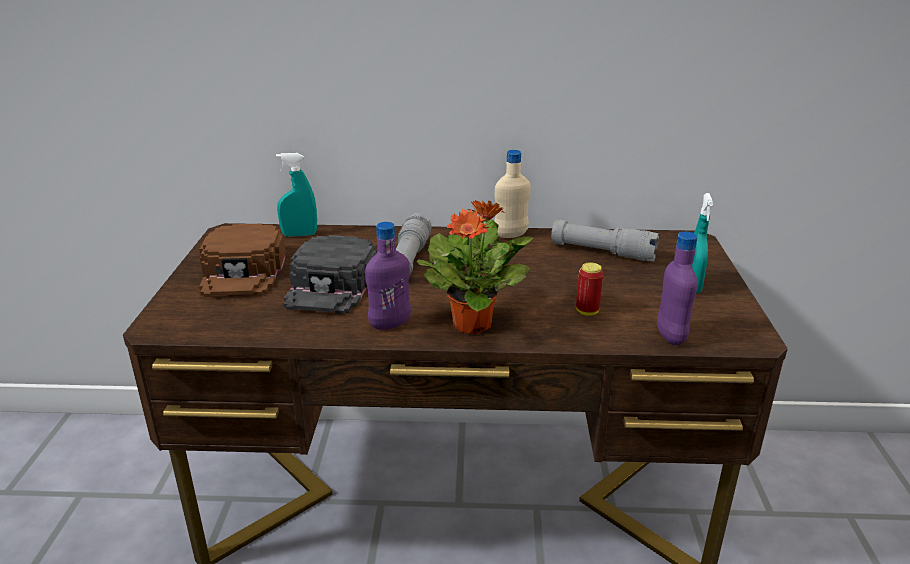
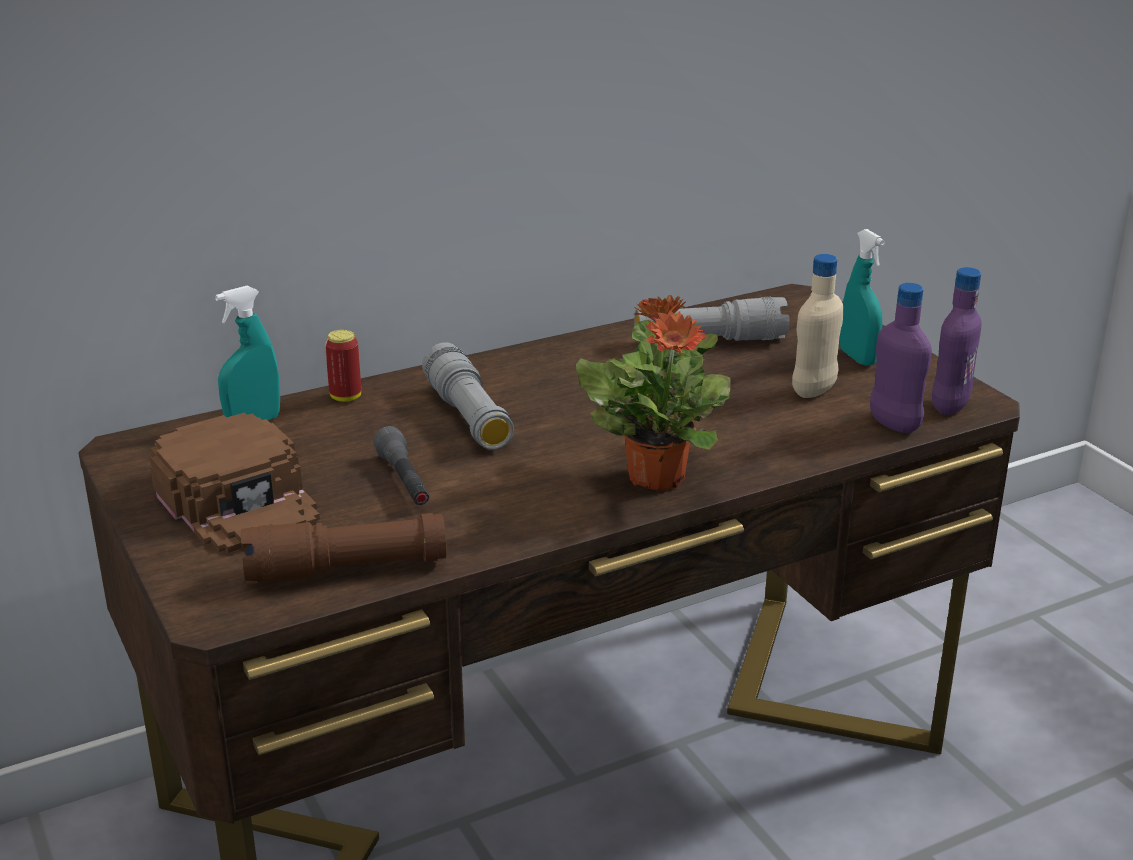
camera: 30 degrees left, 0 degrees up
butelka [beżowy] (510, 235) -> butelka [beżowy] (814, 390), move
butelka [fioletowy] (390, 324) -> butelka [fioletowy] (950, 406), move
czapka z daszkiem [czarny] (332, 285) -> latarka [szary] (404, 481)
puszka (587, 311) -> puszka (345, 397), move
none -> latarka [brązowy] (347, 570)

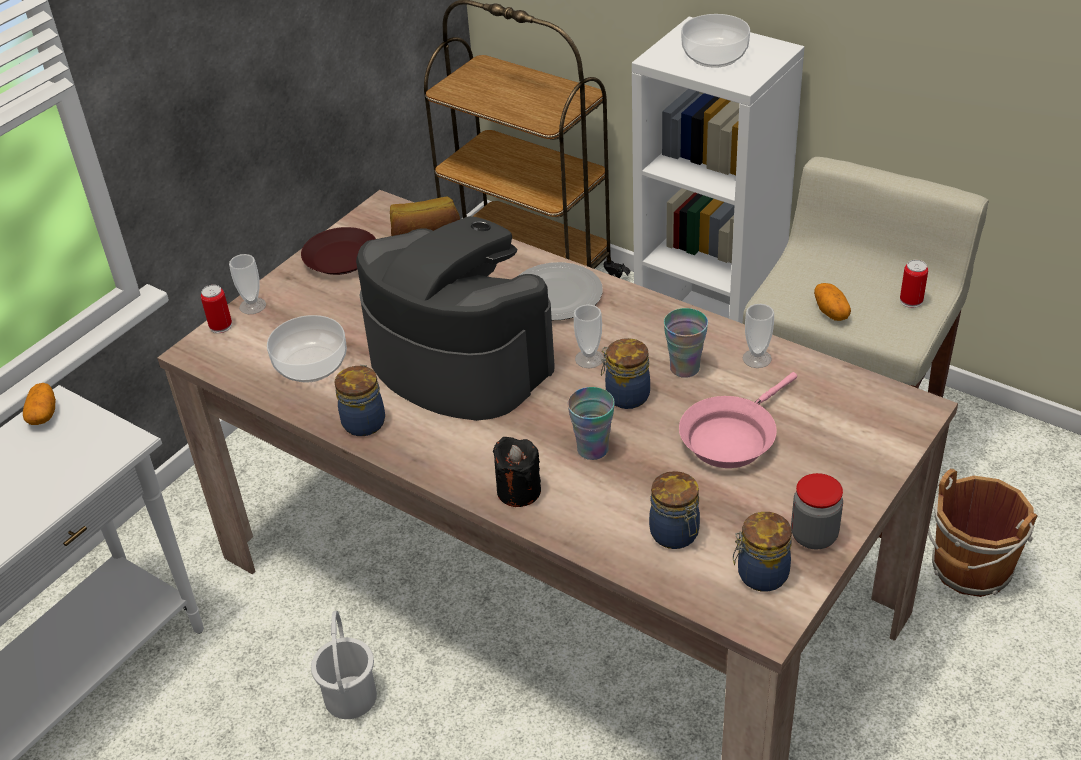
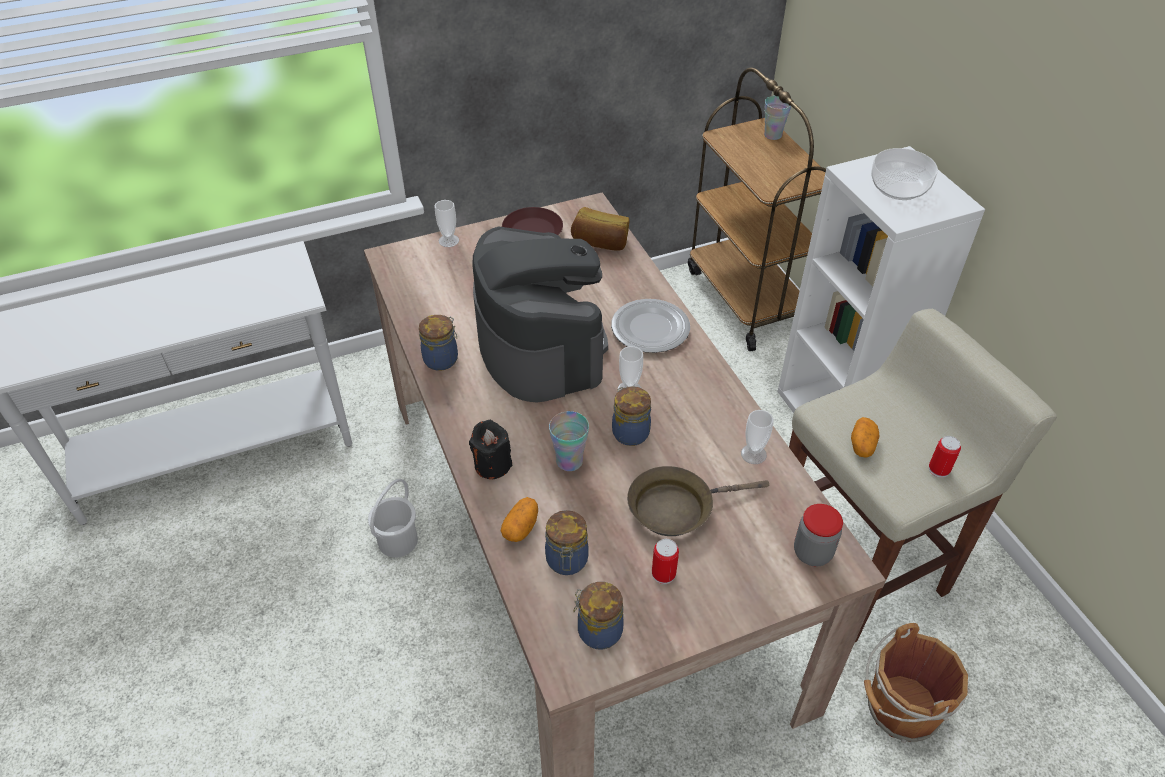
camera: 30 degrees right, 5 degrees up
puszka (221, 326) -> puszka (663, 574), move
filiżanka (684, 368) -> filiżanka (772, 135), move
miska (312, 364) -> none
patelnia [różowy] (731, 437) -> patelnia [brązowy] (677, 507)
ziemniak (43, 414) -> ziemniak (521, 527), move
słoik (814, 536) -> słoik (812, 553), move

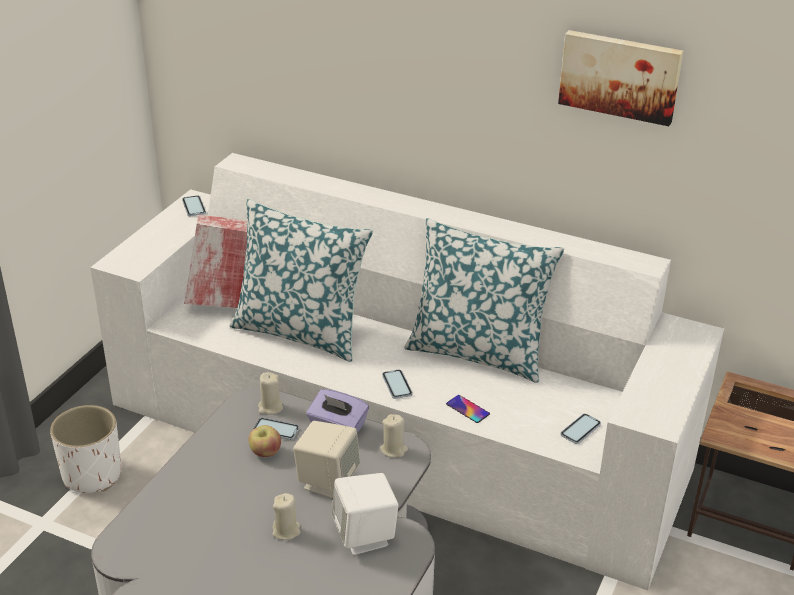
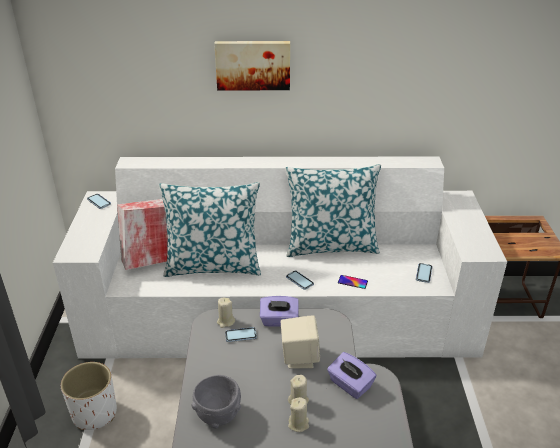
camera: 25 degrees left, 0 degrees up
obraz (620, 76) -> obraz (253, 64), move
świeca [beżowy] (393, 449) -> świeca [beżowy] (298, 424), move
jabłko (265, 453) -> none
głośnik [biały] (365, 536) -> pudełko chusteczek [fioletowy] (350, 385)
none -> miska [szary] (218, 415)

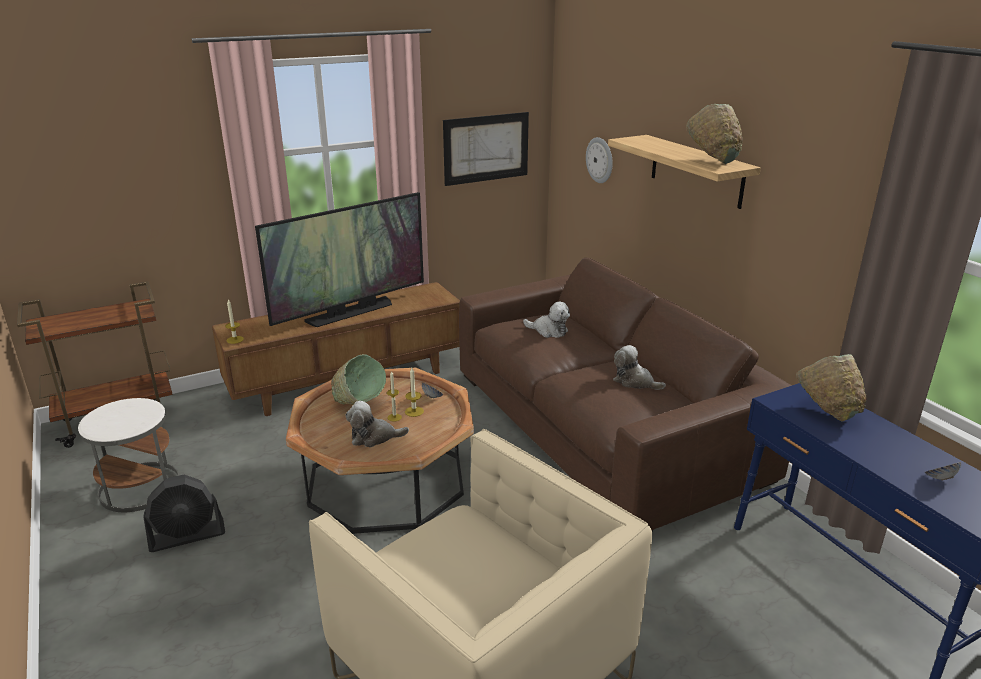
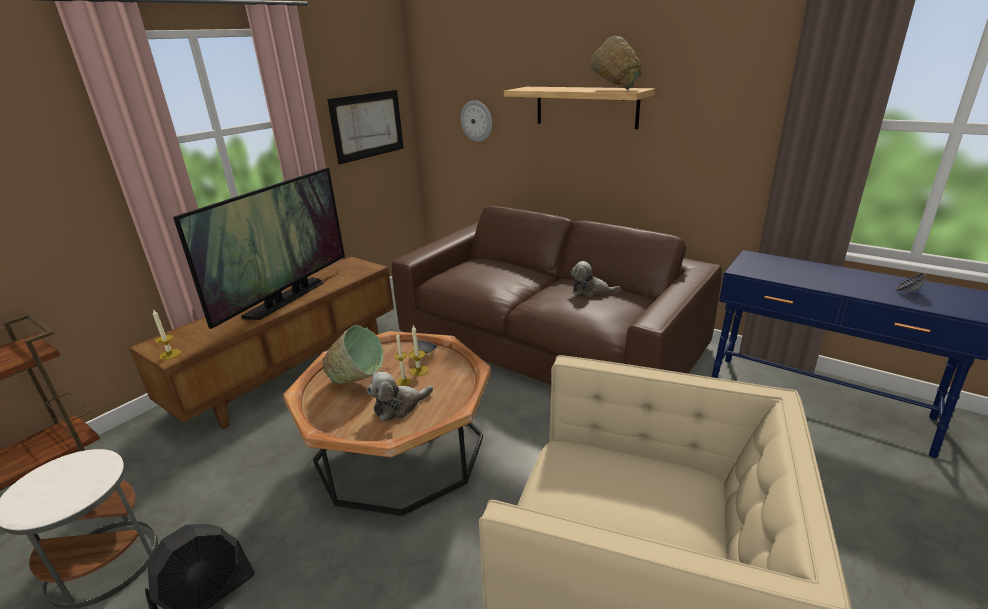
camera: 25 degrees left, 0 degrees up
pluszak (548, 331) -> none
miska [zielony] (826, 412) -> none

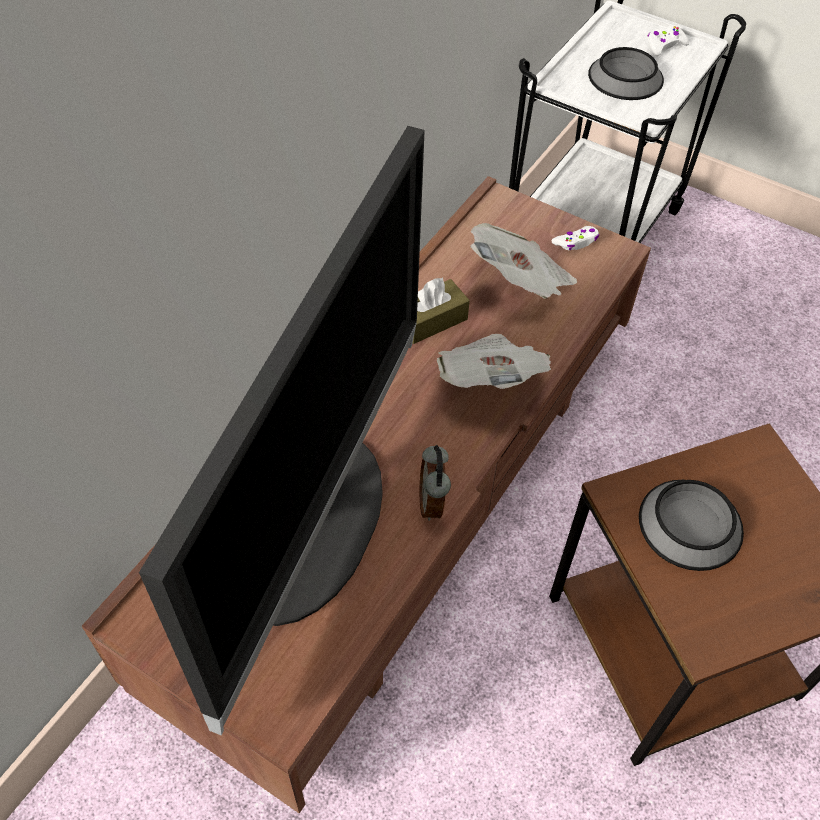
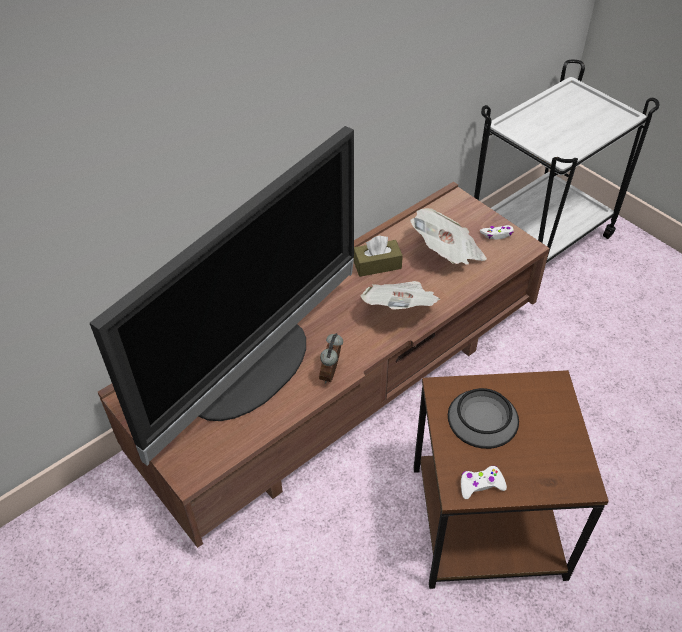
camera: 20 degrees right, 5 degrees down
pad do gier [biały] (665, 45) -> pad do gier [biały] (480, 485), move
miska (625, 77) -> none

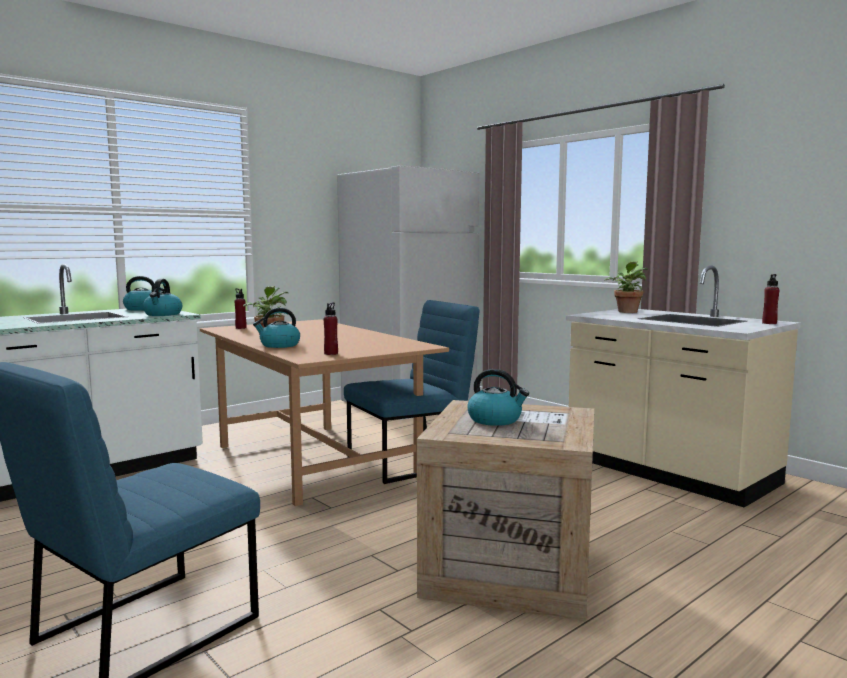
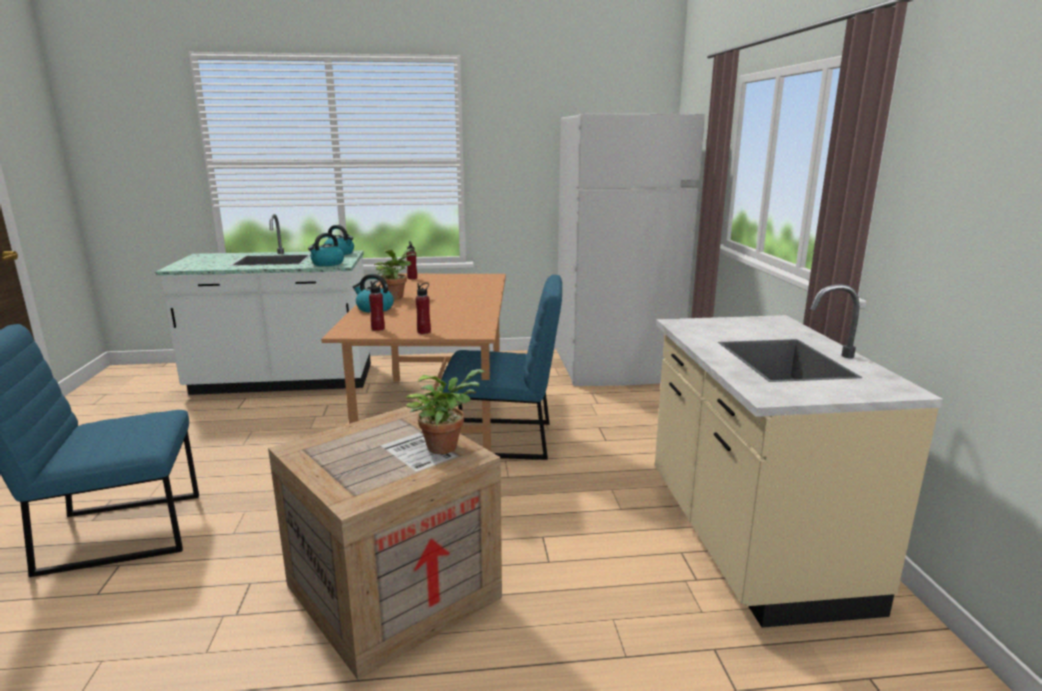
camera: 35 degrees right, 10 degrees up
roślina doniczkowa (627, 311) -> roślina doniczkowa (445, 446), move
butelka [czerwony] (769, 323) -> butelka [czerwony] (424, 332), move
czajnik (495, 420) -> none

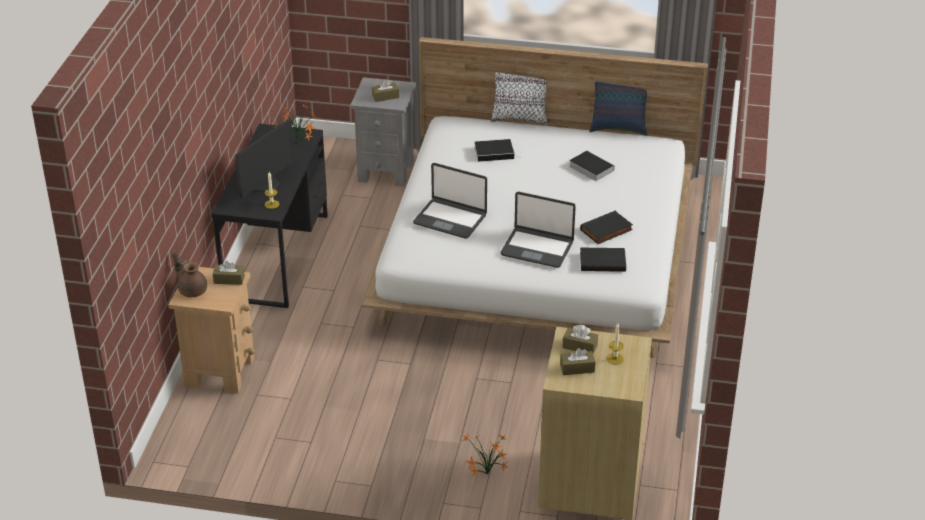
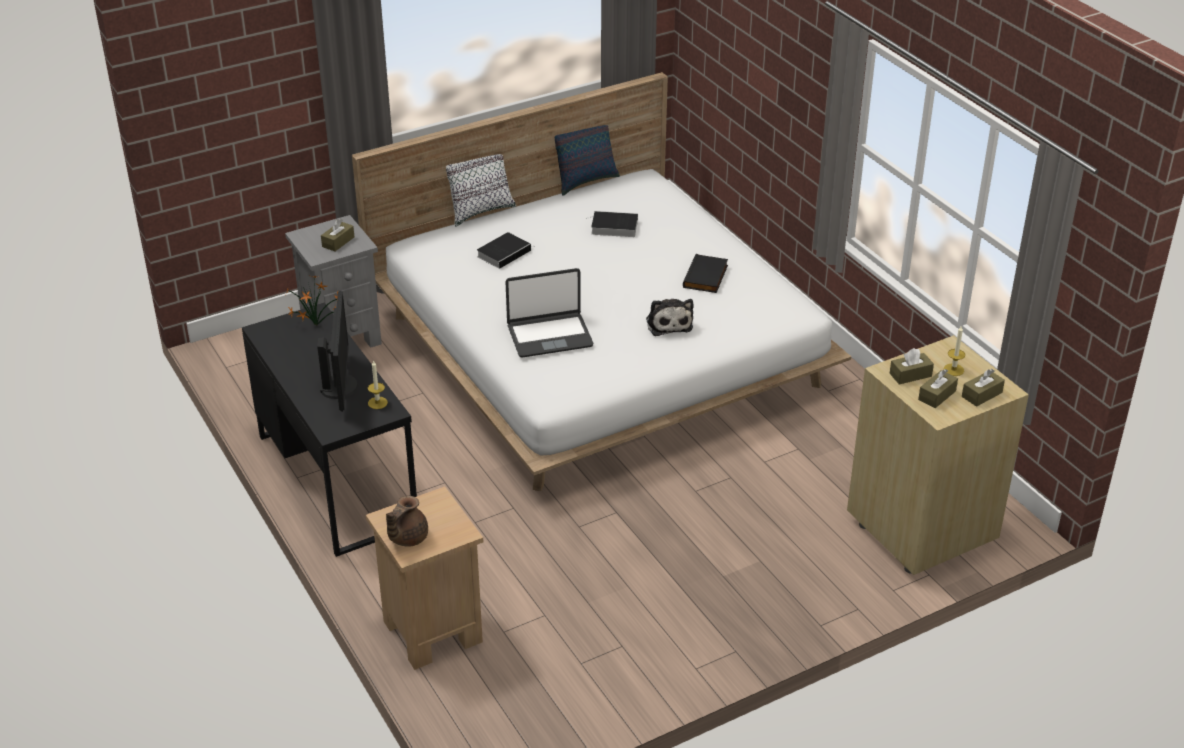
camera: 40 degrees left, 0 degrees up
laptop (537, 248) -> pluszak (668, 323)
książka [czarny] (603, 261) -> none
imbryk [brązowy] (192, 290) -> imbryk [brązowy] (406, 538), 60 degrees counterclockwise
pudełko chusteczek [brązowy] (229, 279) -> pudełko chusteczek [brązowy] (982, 394), move
roślina doniczkowa (486, 474) -> none

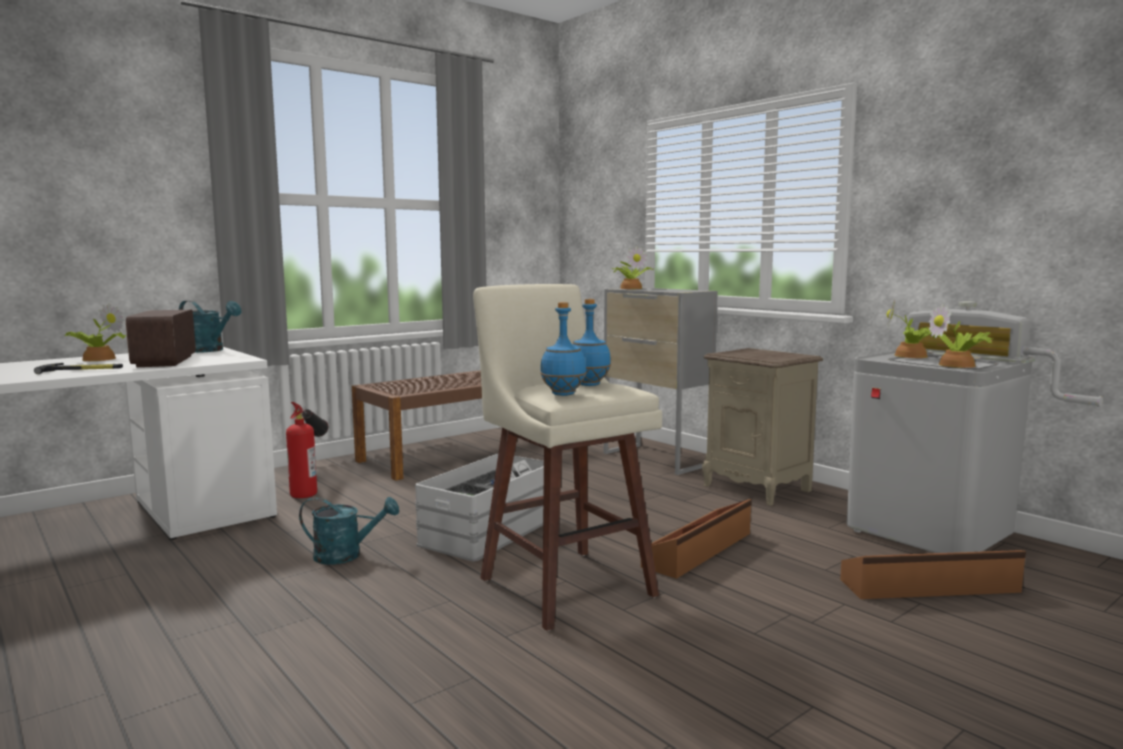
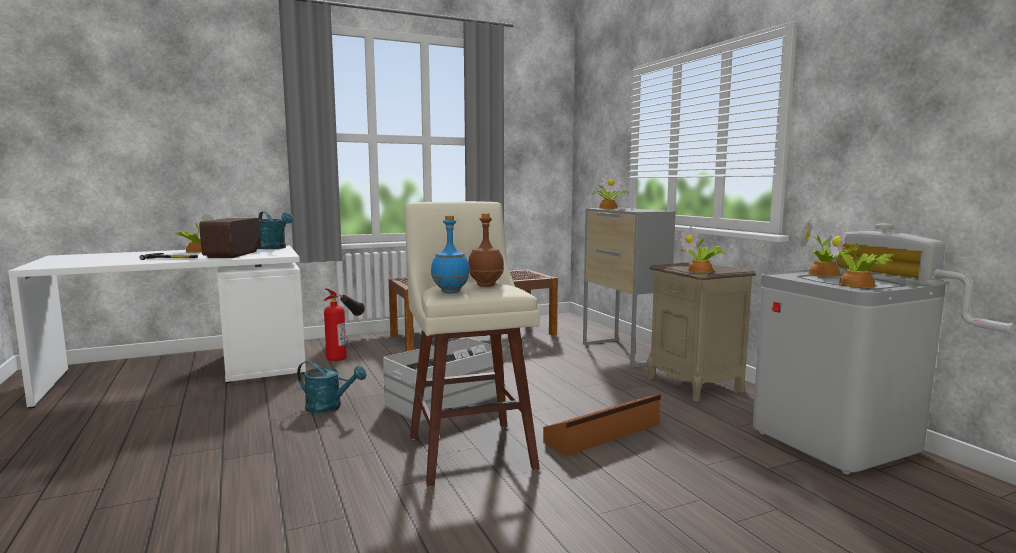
camera: 15 degrees right, 0 degrees up
butelka [niebieski] (589, 385) -> butelka [brązowy] (485, 286)
pojemnik do przechowywania [brązowy] (930, 587) -> none
none -> roślina doniczkowa (702, 270)

